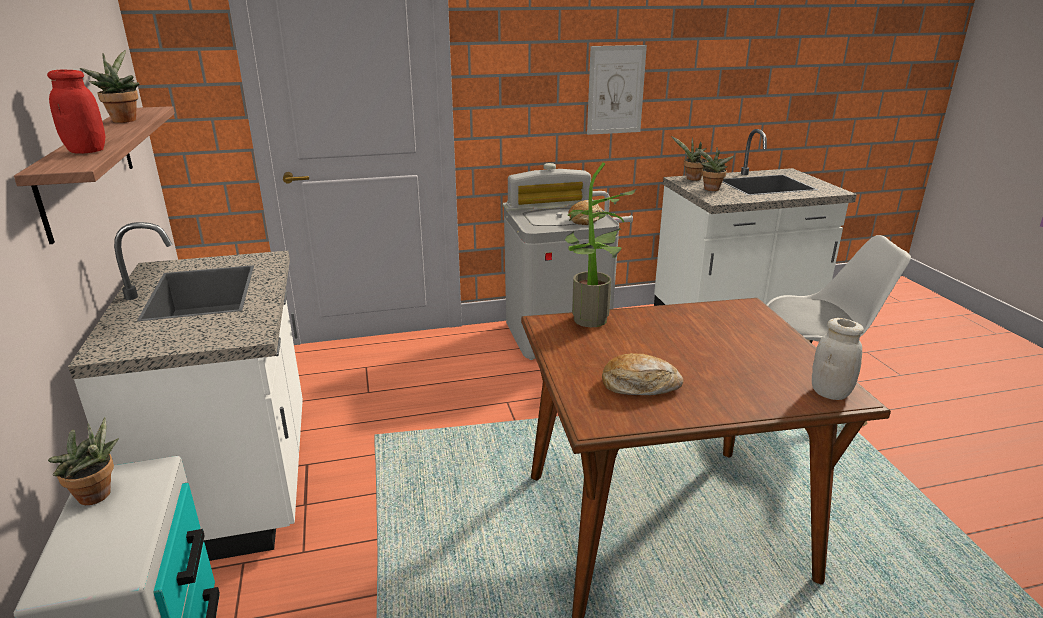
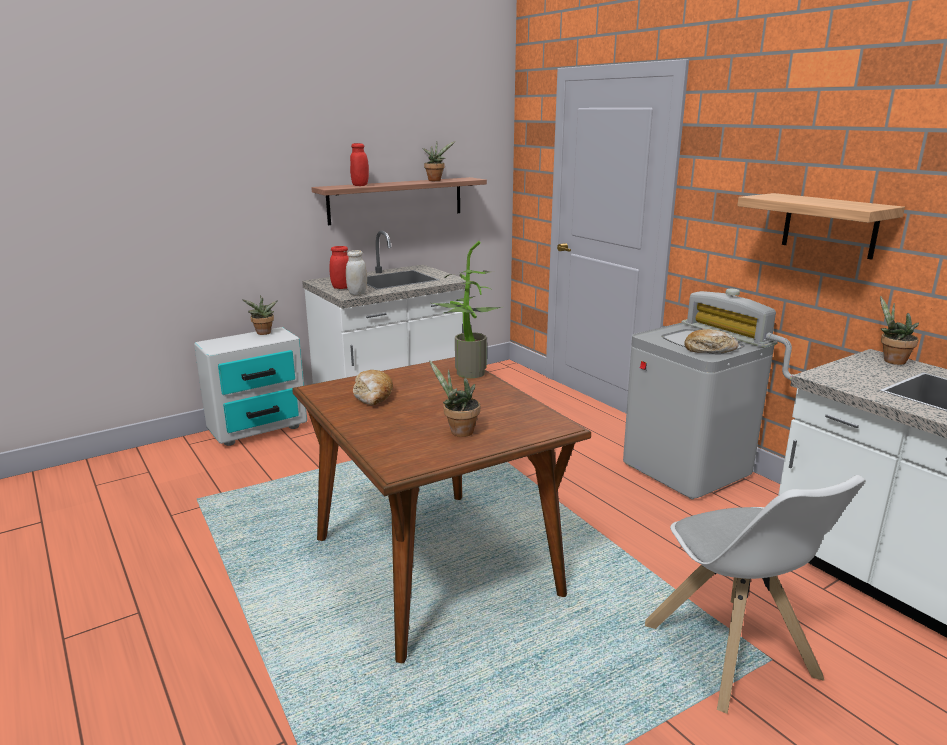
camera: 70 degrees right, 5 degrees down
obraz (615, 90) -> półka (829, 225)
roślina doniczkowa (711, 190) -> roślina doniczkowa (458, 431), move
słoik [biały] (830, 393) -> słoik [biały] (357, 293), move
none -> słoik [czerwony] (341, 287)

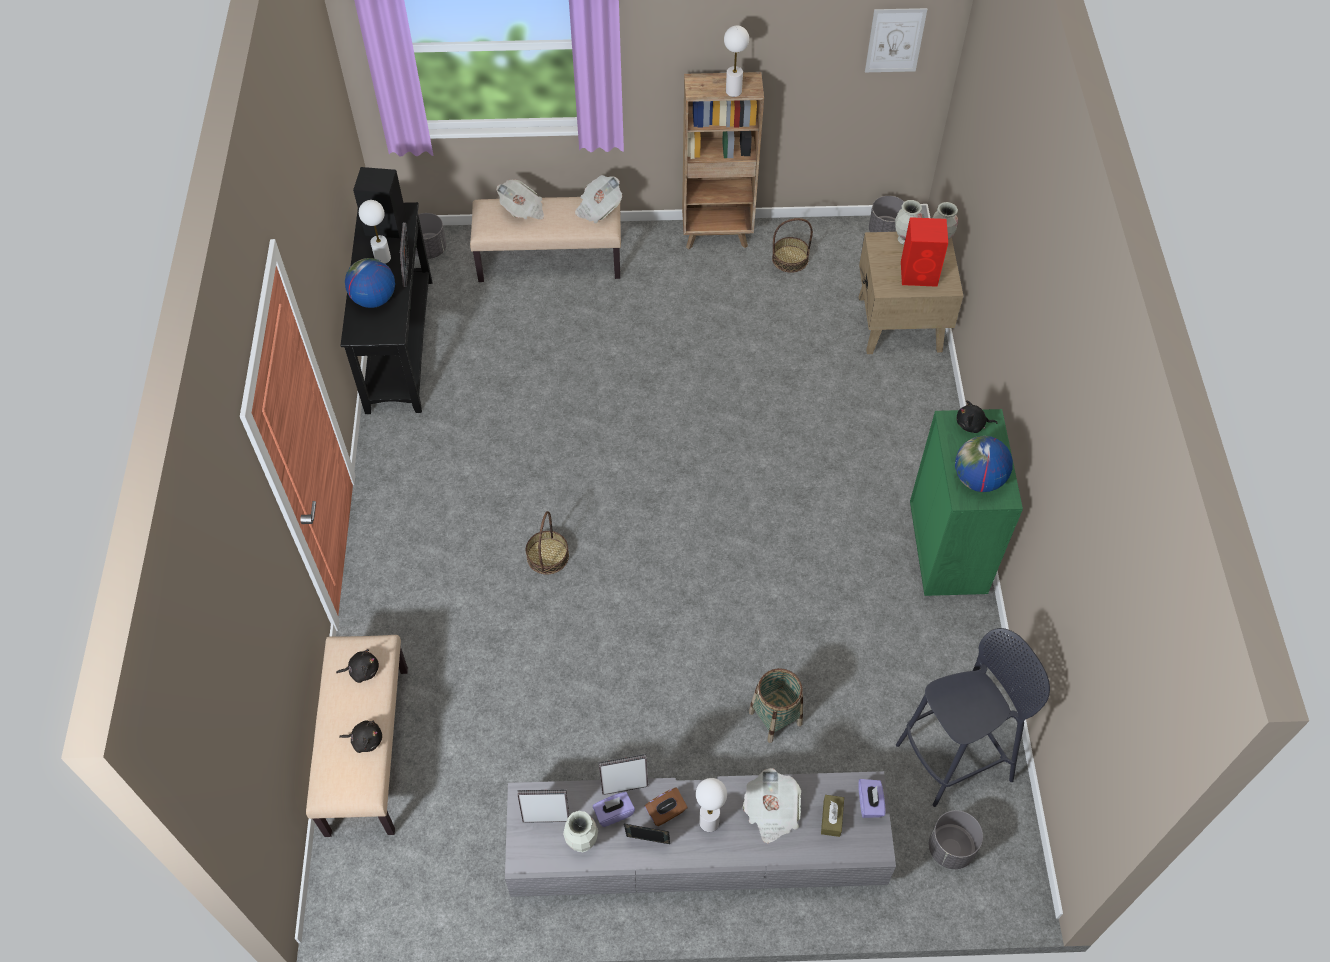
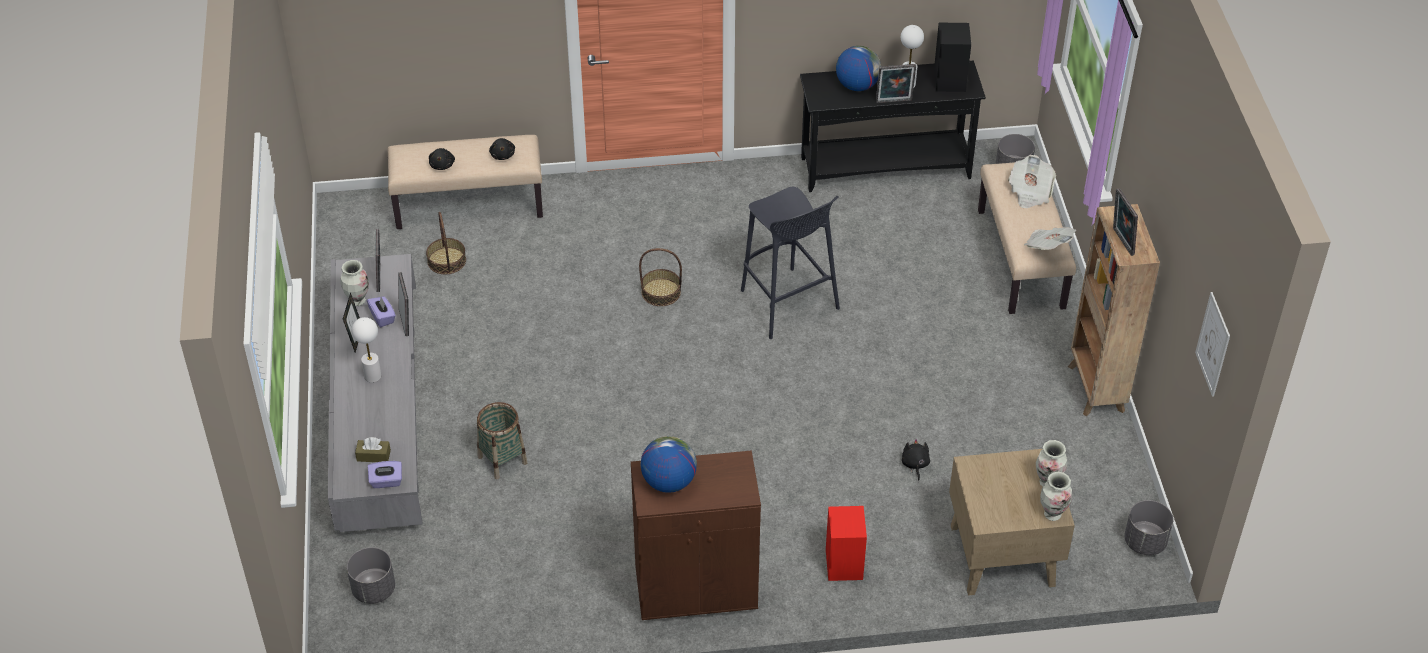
camera: 85 degrees right, 10 degrees down
lampa stołowa [biały] (733, 91) -> ramka na zdjęcie (1121, 242)
głośnik [czerwony] (920, 274) -> głośnik [czerwony] (844, 565), move
koszyk (790, 259) -> koszyk (447, 261), move
pluszak [czarny] (972, 424) -> pluszak [czarny] (915, 464), move
szafka [zielony] (947, 552) -> szafka [brązowy] (694, 594)
stołek [szary] (954, 756) -> stołek [szary] (787, 303), move
gazeta (771, 812) -> none
pudełko chusteczek [brązowy] (666, 812) -> none

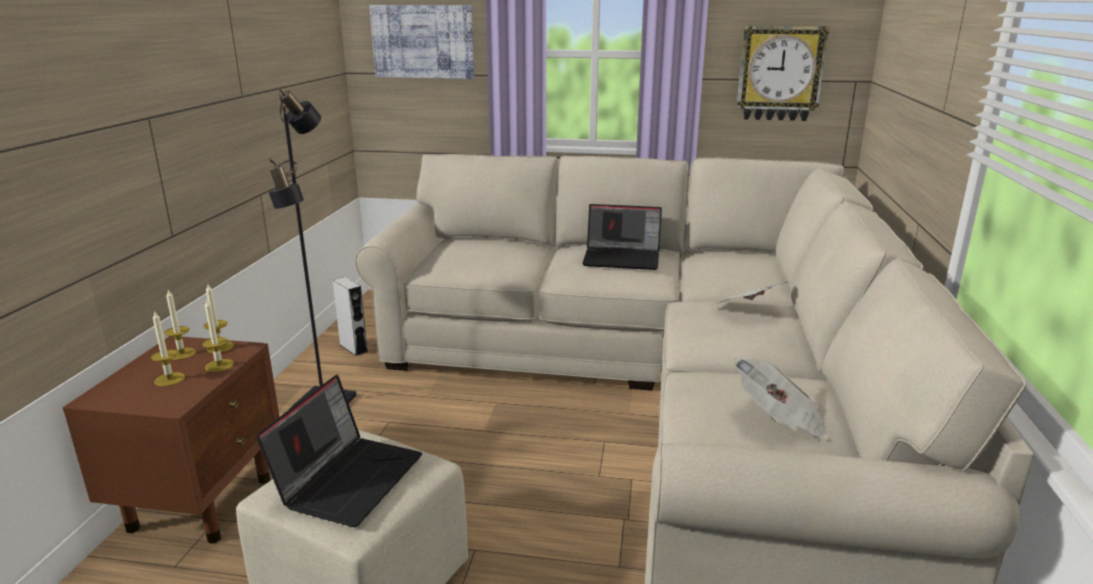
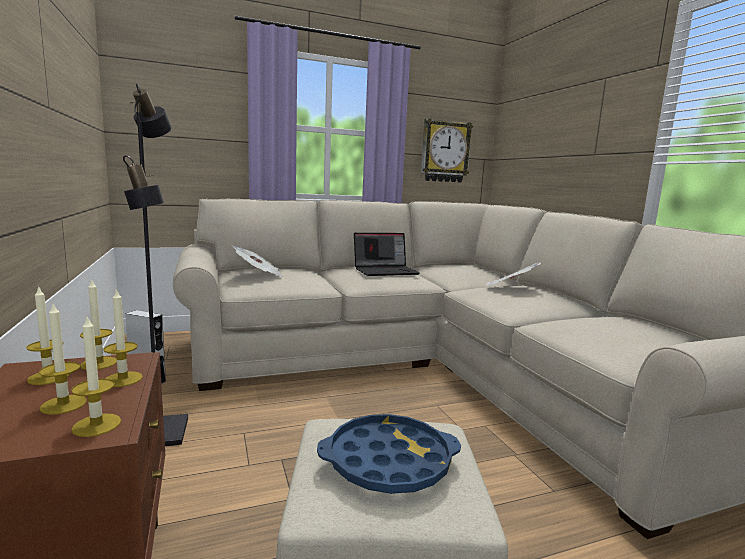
camera: 30 degrees left, 10 degrees down
obraz (423, 42) -> none
gazeta (779, 420) -> gazeta (259, 275), move
laptop (349, 478) -> taca [niebieski] (388, 461)
none -> świeca (96, 425)

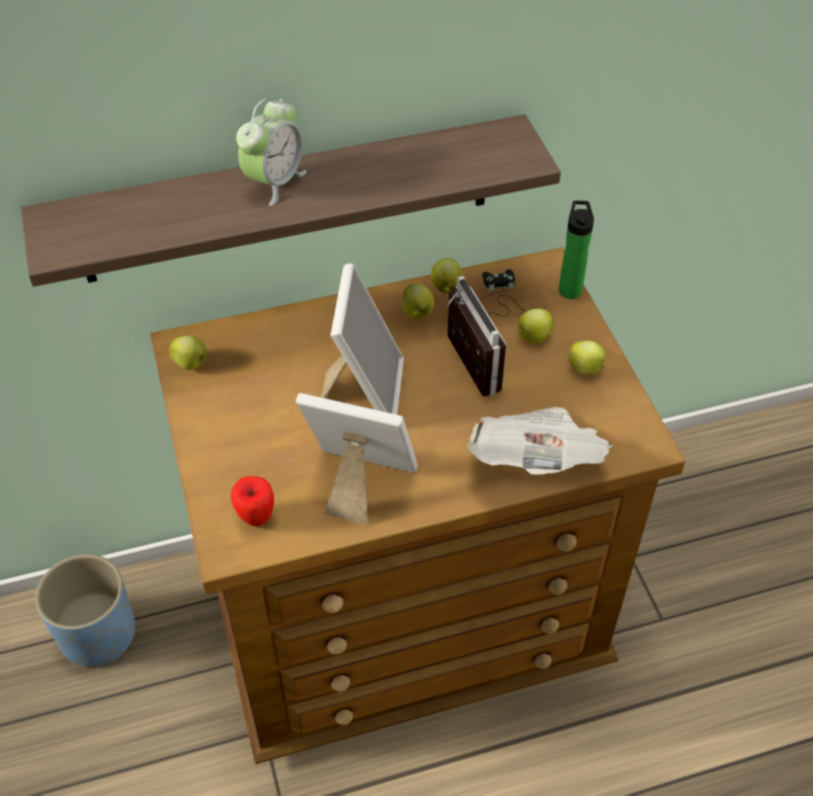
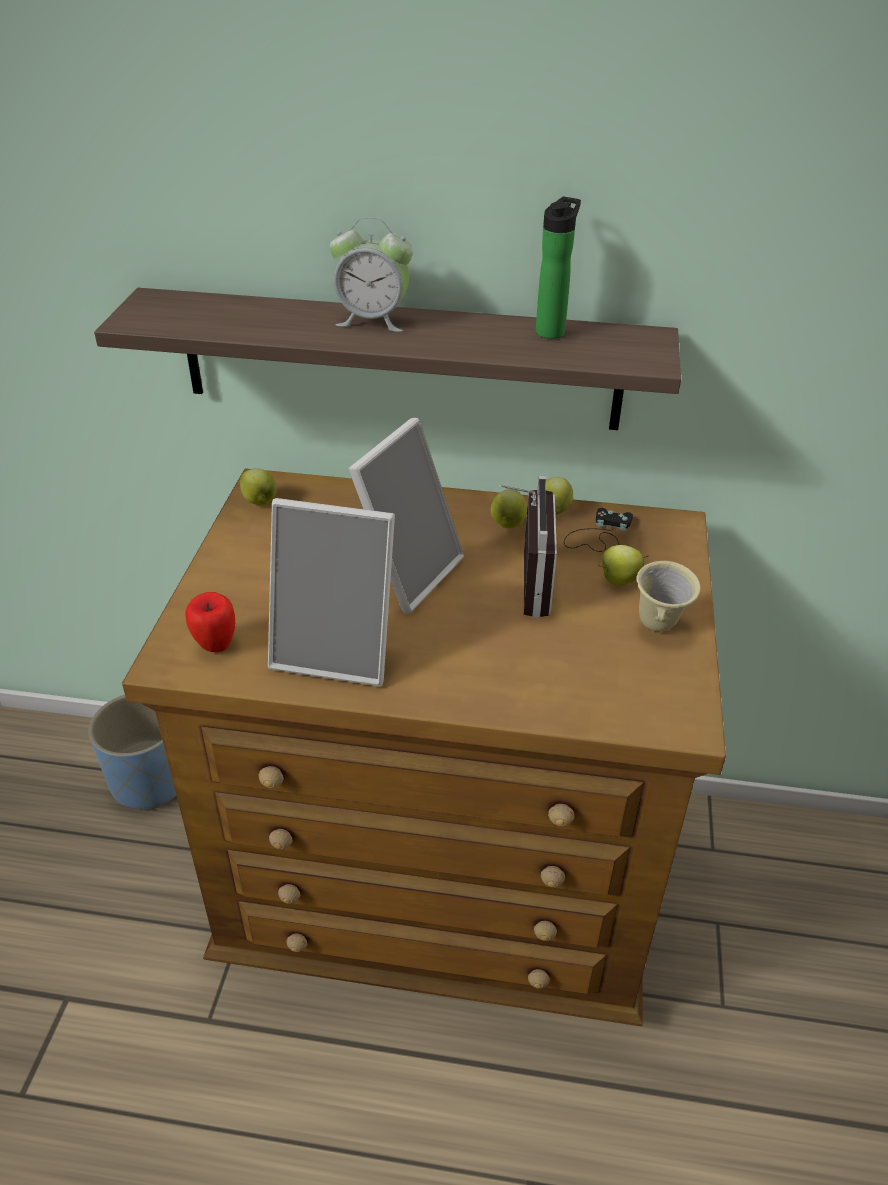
camera: 25 degrees right, 10 degrees down
budzik (274, 182) -> budzik (373, 320), 45 degrees clockwise
butelka (570, 288) -> butelka (552, 330), move
jabłko (586, 369) -> kubek [beżowy] (659, 627)
ramka na zdjęcie (358, 483) -> ramka na zdjęcie (337, 650), 150 degrees clockwise
gazeta (536, 462) -> none

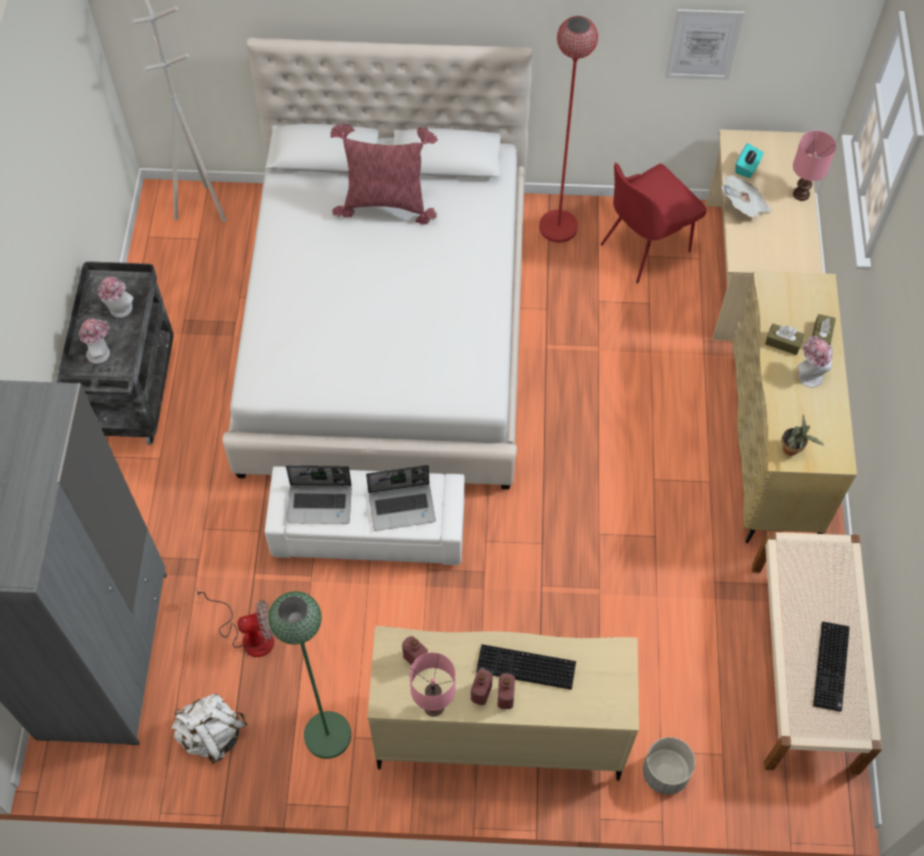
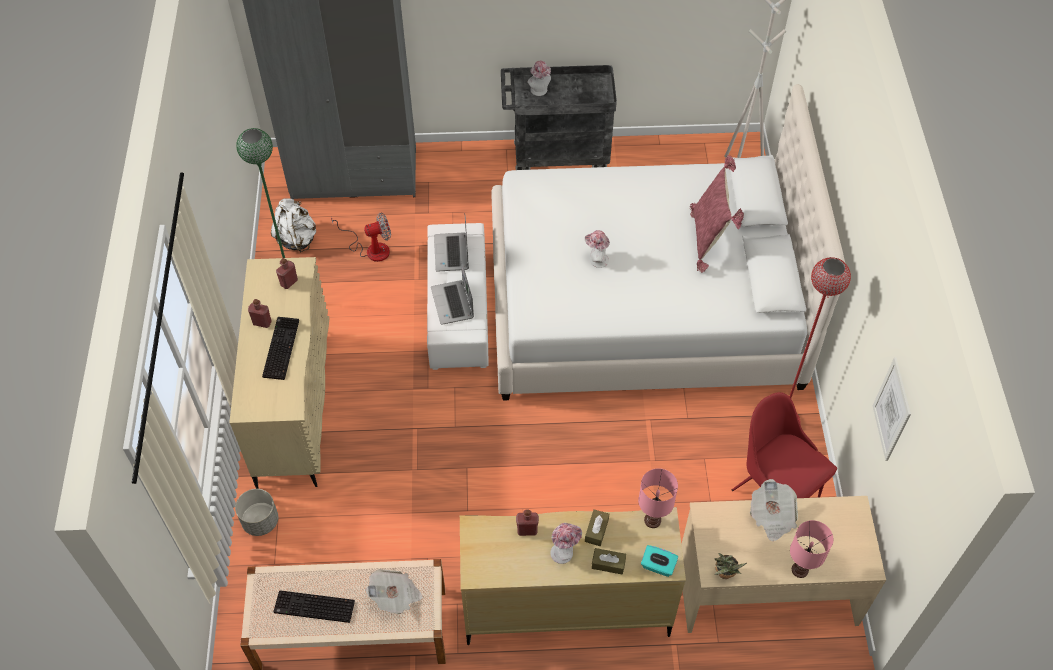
camera: 85 degrees right, 5 degrees down
pudełko chusteczek [turkusowy] (747, 167) -> pudełko chusteczek [turkusowy] (658, 566), move
kapelusz (120, 311) -> kapelusz (596, 260), move
roślina doniczkowa (793, 449) -> roślina doniczkowa (724, 575), move
wentylator (249, 634) -> wentylator (371, 248), 90 degrees counterclockwise
lampa stołowa [różowy] (434, 706) -> lampa stołowa [różowy] (652, 521), move
butelka [czerwony] (505, 697) -> butelka [czerwony] (527, 530), move
none -> gazeta (395, 596)

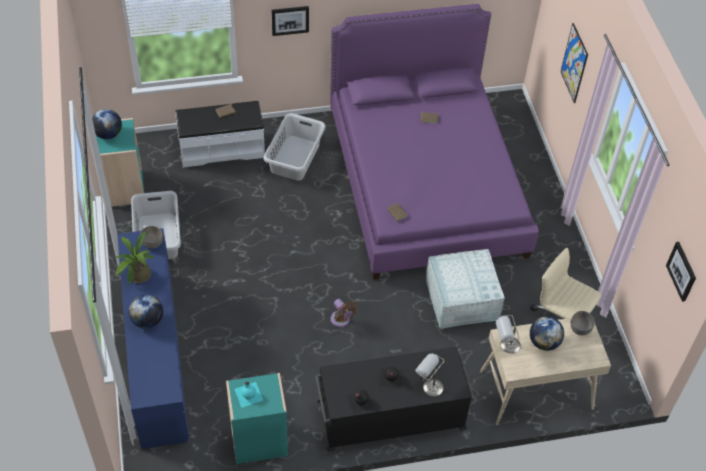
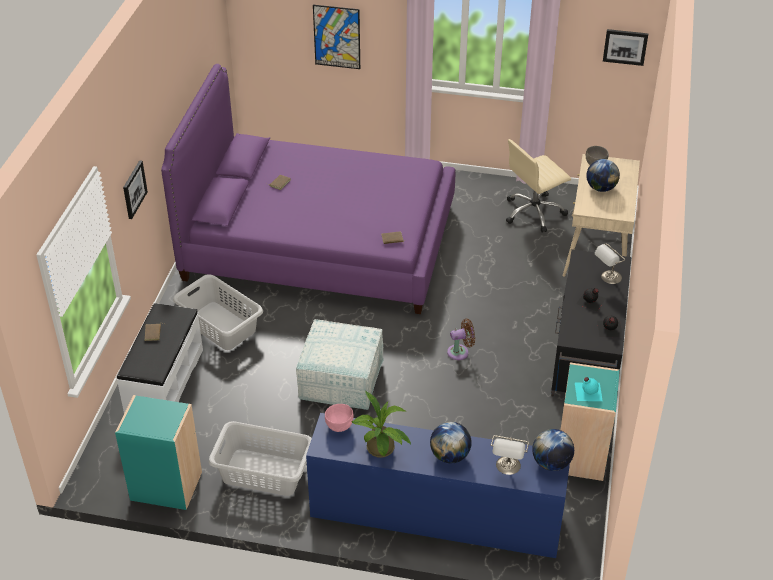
camera: 65 degrees left, 10 degrees down
globus (108, 134) -> globus (551, 463), move
miska [szary] (153, 244) -> miska [różowy] (339, 426)
pufa [biały] (461, 301) -> pufa [biały] (341, 381), move
lampa stołowa [biały] (506, 346) -> lampa stołowa [biały] (508, 469), move

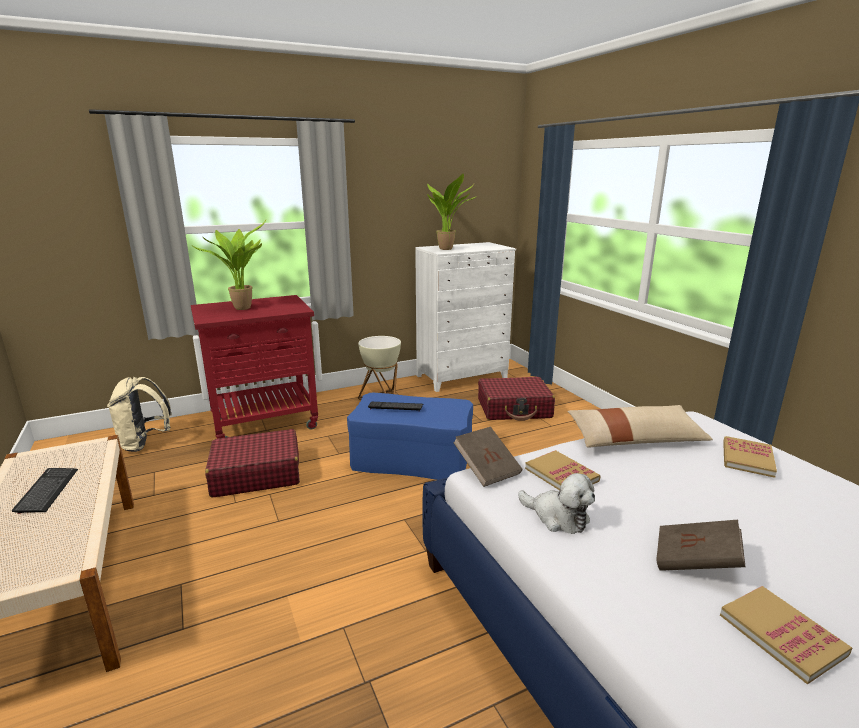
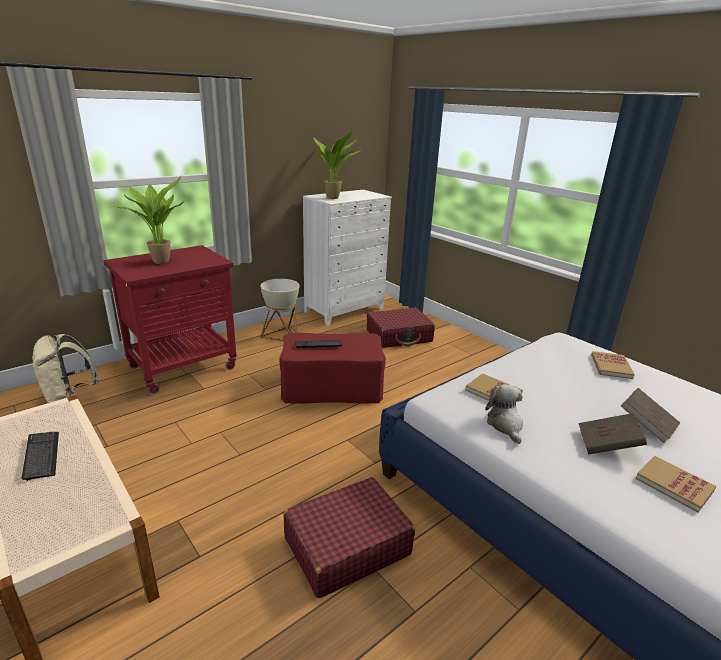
camera: 15 degrees left, 5 degrees up
pufa [niebieski] (412, 458) -> pufa [czerwony] (332, 387)
poduszka [beżowy] (634, 438) -> none
książka [brązowy] (487, 468) -> książka [brązowy] (646, 425), move
walizka [czerwony] (256, 474) -> walizka [czerwony] (346, 546), move
pluszak (557, 517) -> pluszak (505, 425), 120 degrees counterclockwise

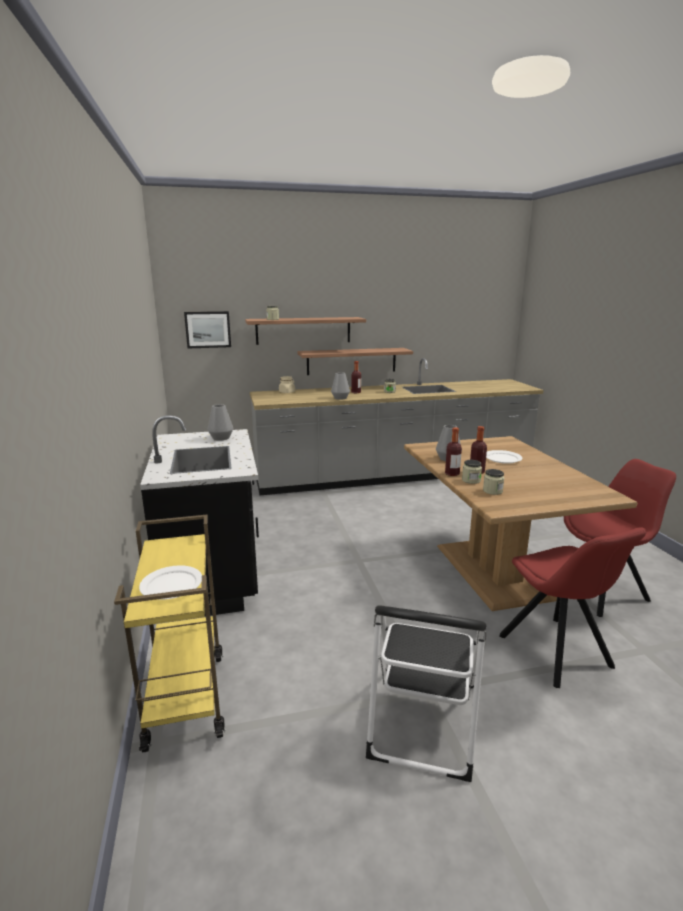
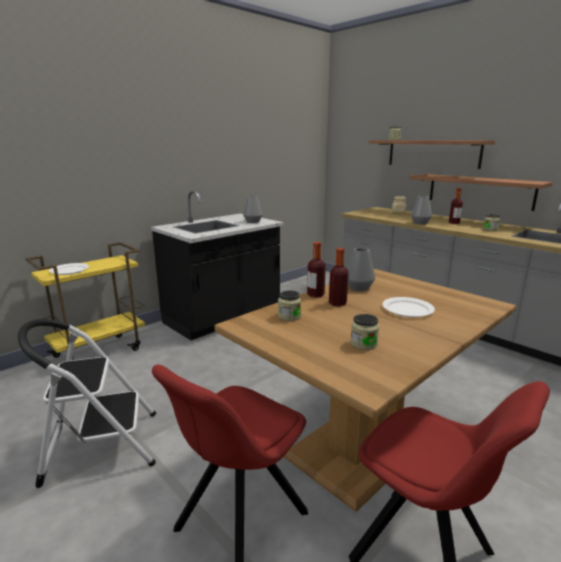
camera: 60 degrees right, 0 degrees up
obraz (208, 329) -> none
słoik (471, 480) -> słoik (364, 344), move

